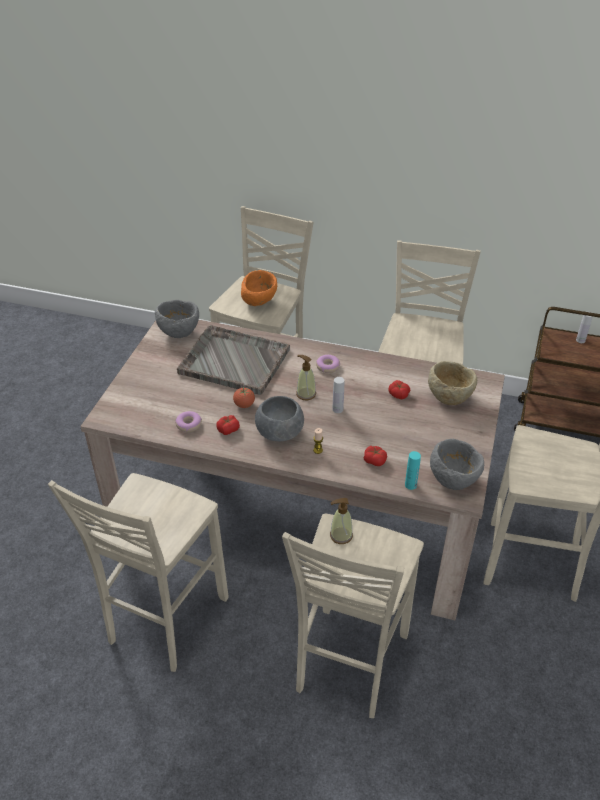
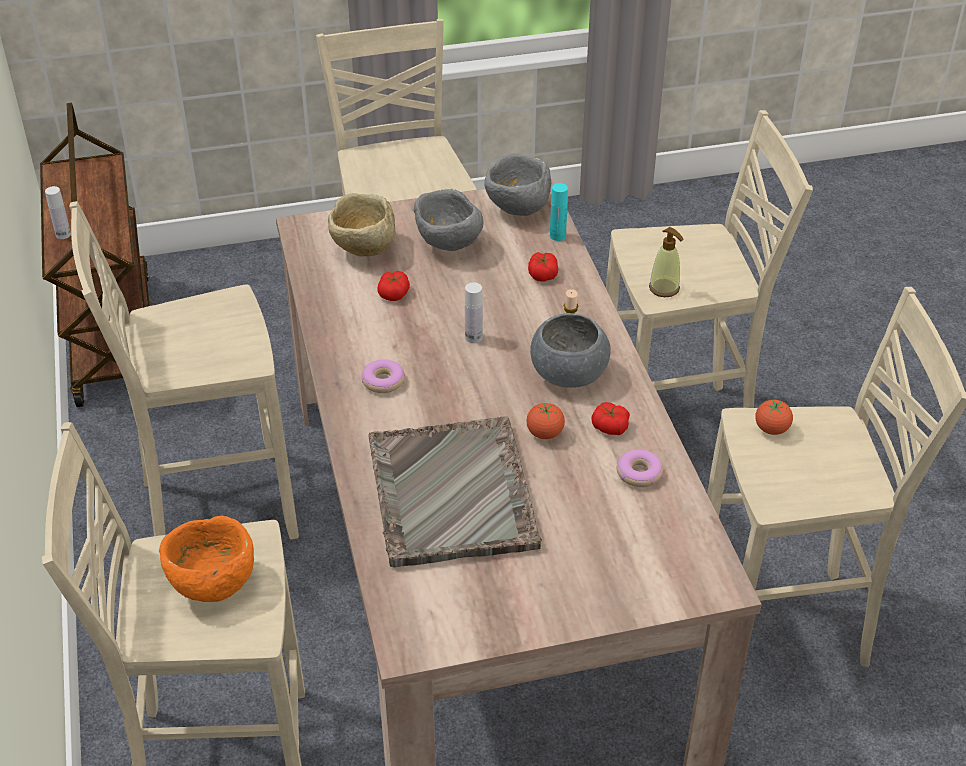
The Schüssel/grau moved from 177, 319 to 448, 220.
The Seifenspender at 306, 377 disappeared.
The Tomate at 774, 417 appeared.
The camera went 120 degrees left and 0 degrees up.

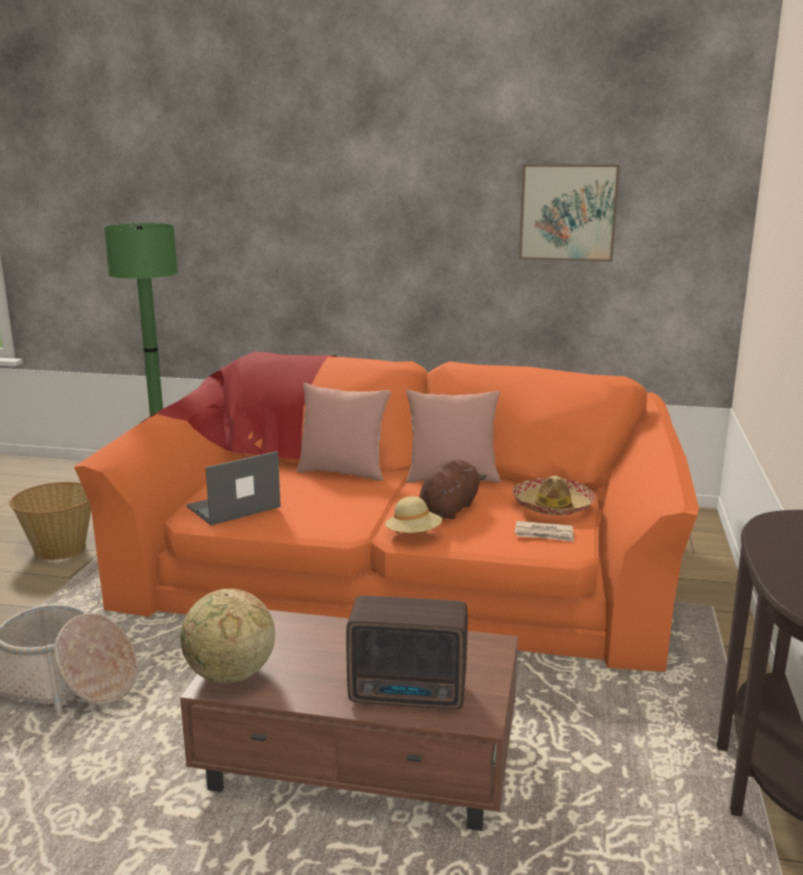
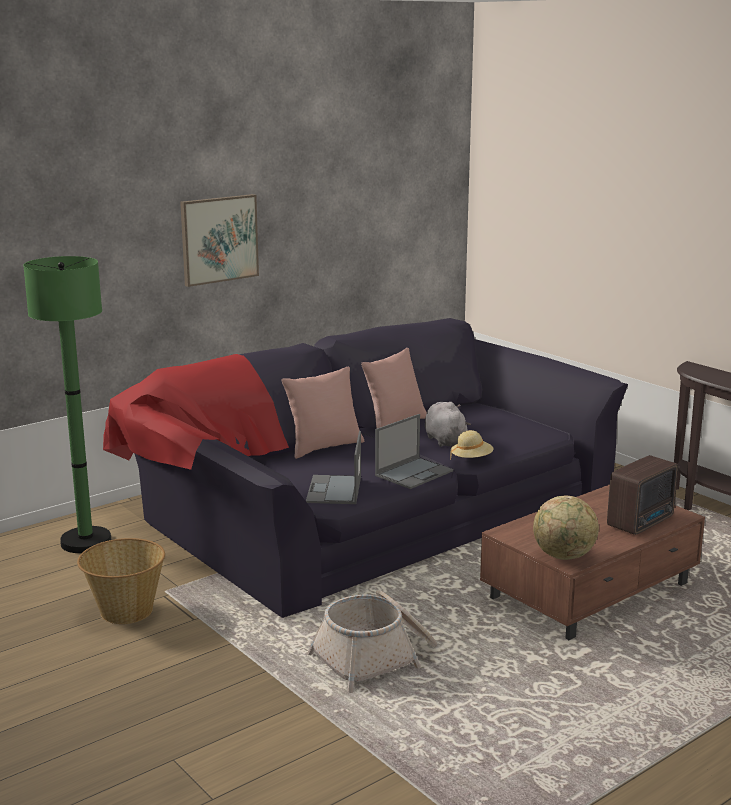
The Bild moved from 569, 213 to 219, 240.
The Sofa/orange at 386, 512 became the Sofa/schwarz at 365, 468.
The Plüschtier/braun at 453, 489 became the Plüschtier/grau at 448, 424.
The Hut at 553, 495 disappeared.
The Zeitung at 544, 531 disappeared.
The Laptop at 414, 451 appeared.
The camera went 50 degrees left and 0 degrees up.

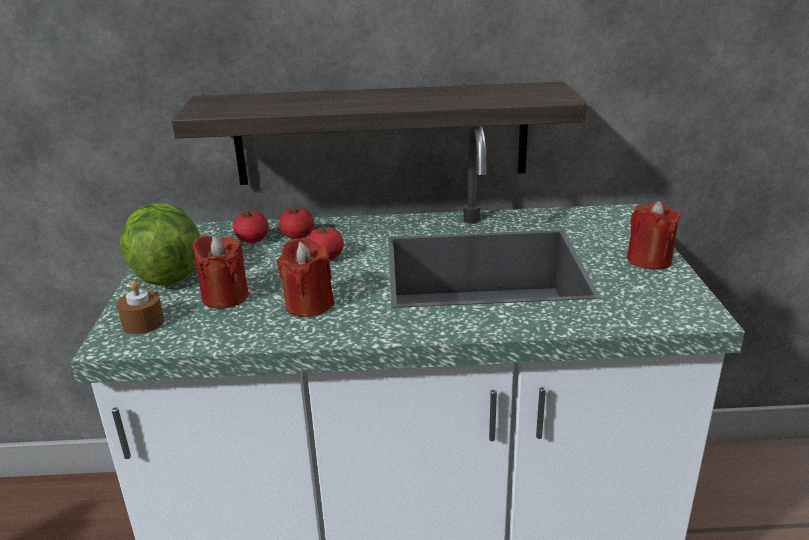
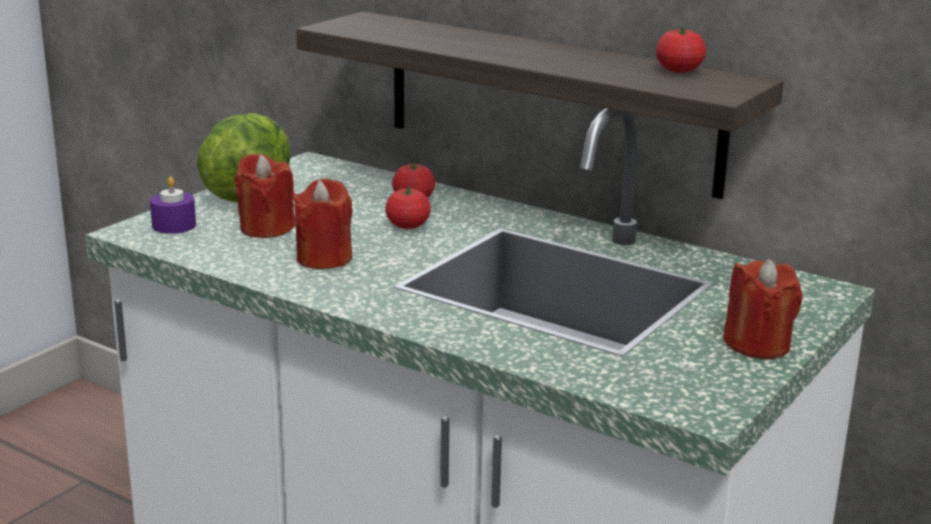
The Tomate moved from 251, 227 to 681, 49.
The Kerze/braun at 140, 307 became the Kerze/lila at 173, 205.
The camera went 35 degrees right and 5 degrees down.

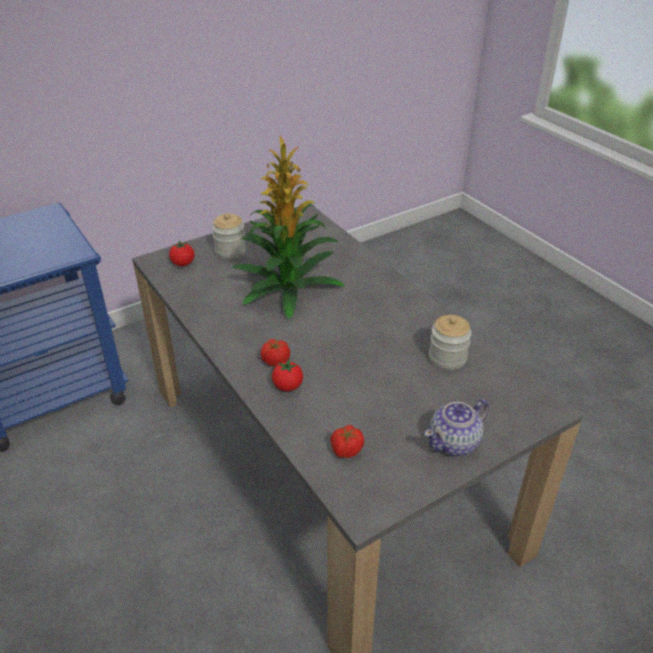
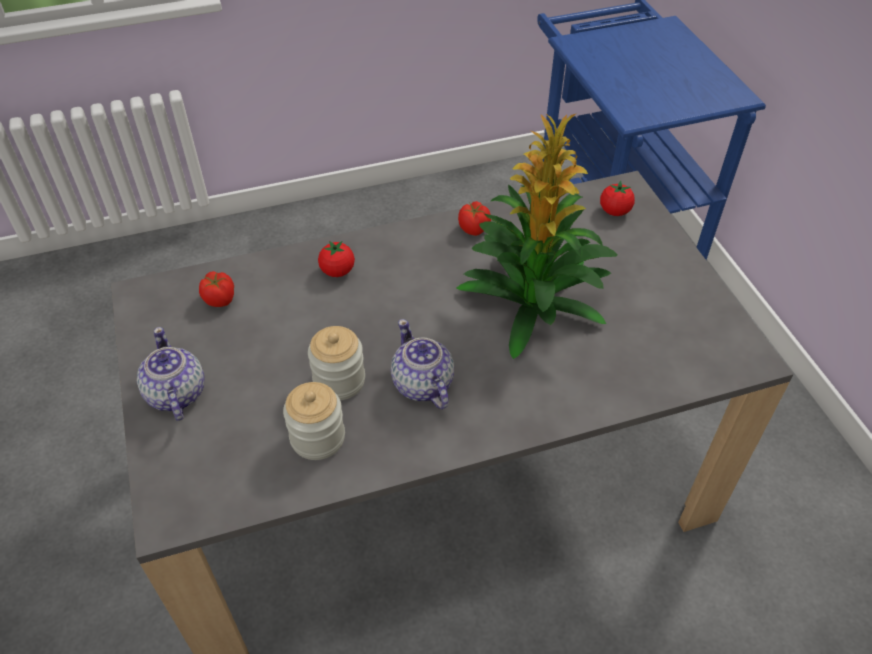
The Vorratsglas moved from 229, 236 to 336, 363.
The Tomate moved from 276, 352 to 474, 218.
The Teekanne at 422, 364 appeared.
The camera went 105 degrees right and 10 degrees up.

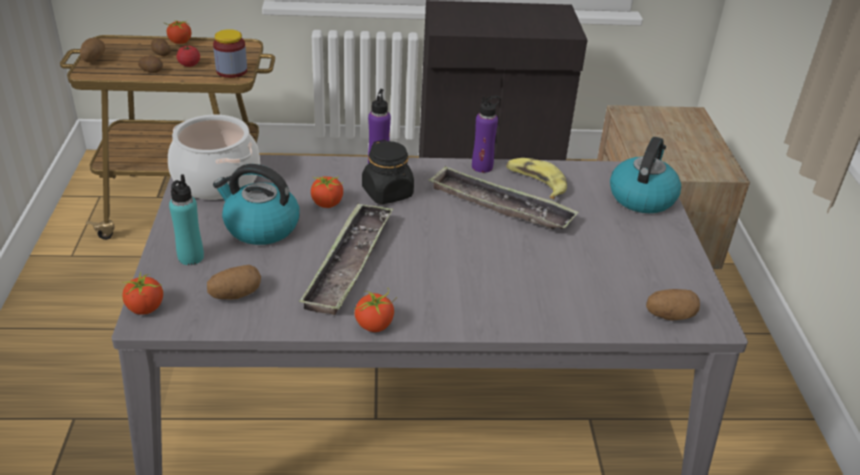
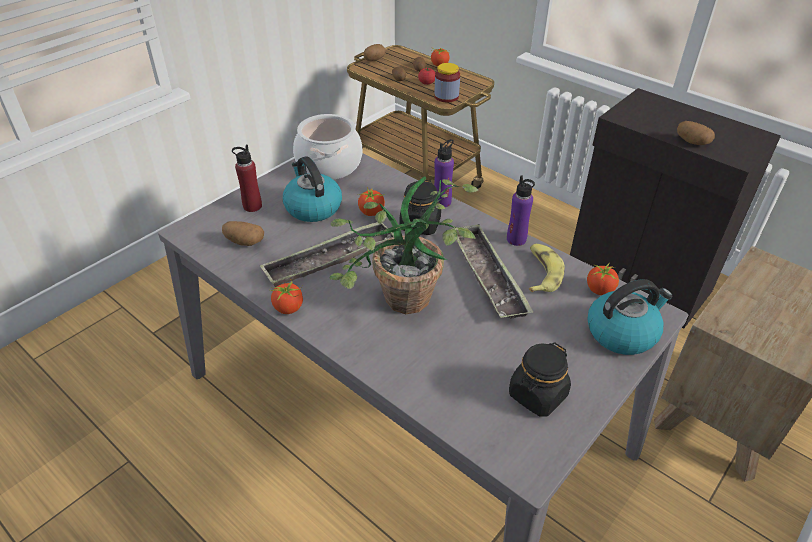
The Flasche/türkis at 186, 219 became the Flasche/rot at 247, 178.
The Tomate moved from 142, 292 to 603, 278.
The Kartoffel moved from 673, 304 to 696, 133.
The Topfpflanze at 403, 245 appeared.
The Vorratsglas/schwarz at 540, 379 appeared.
The camera went 45 degrees right and 5 degrees up.

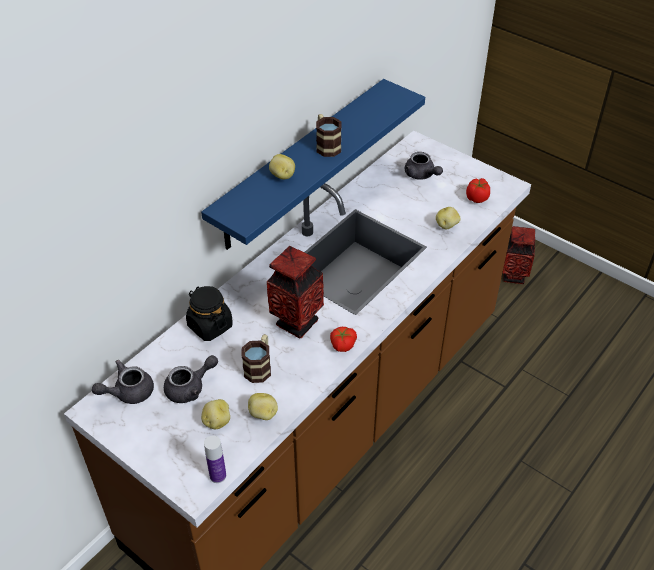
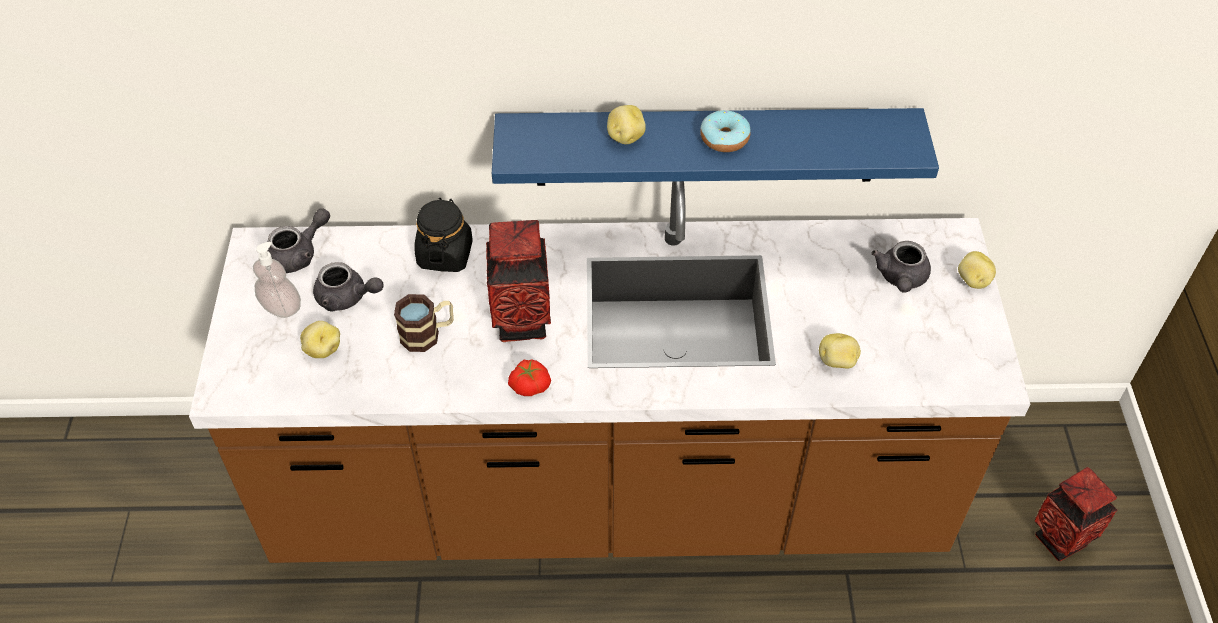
The Henkelbecher at 329, 135 was replaced by the Donut at 725, 131.
The Tomate at 478, 190 disappeared.
The Teekanne/grau at 123, 382 turned 120 degrees clockwise.
The Kartoffel moved from 263, 406 to 977, 270.
The Flasche at 215, 459 disappeared.
The Seifenspender at 277, 280 appeared.
The camera went 50 degrees right and 5 degrees up.

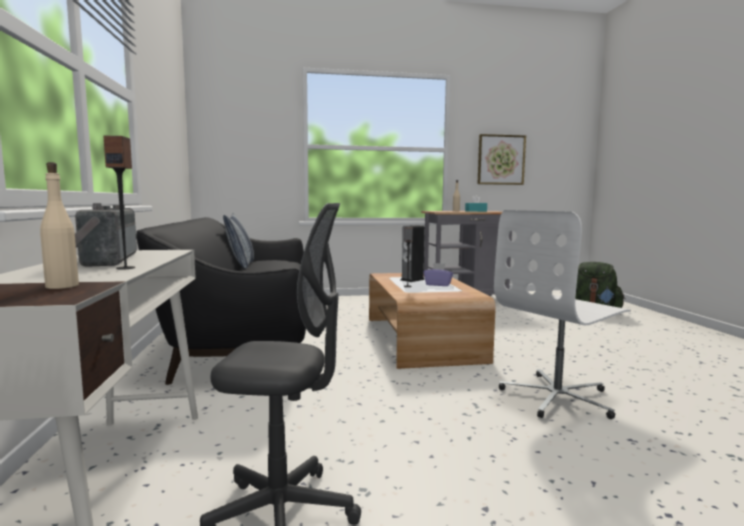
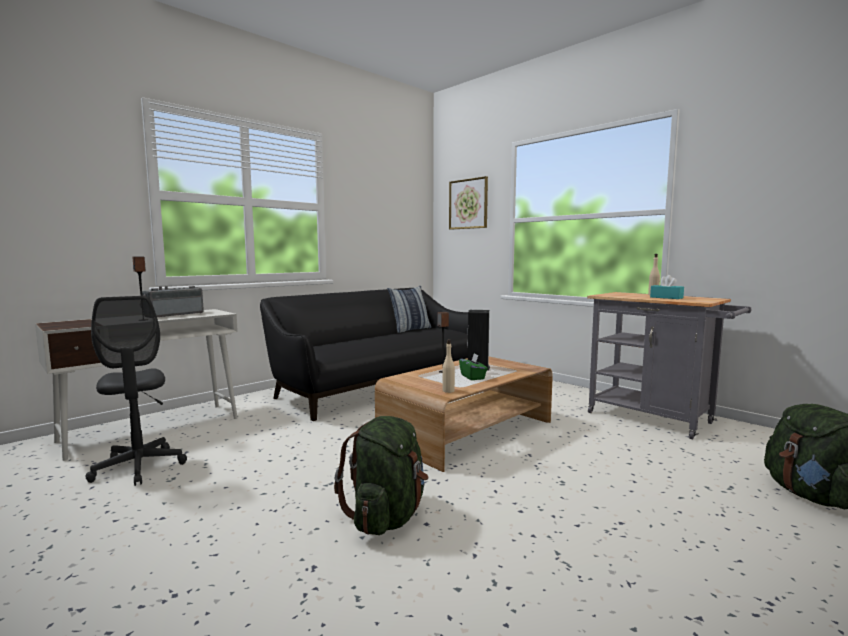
The Bild moved from 501, 159 to 468, 203.
The Flasche/beige moved from 59, 225 to 449, 366.
The Bürostuhl/weiß at 562, 314 was replaced by the Rucksack/grün at 381, 475.
The Taschentuchbox/lila at 438, 274 became the Taschentuchbox/grün at 473, 366.
The camera went 55 degrees right and 0 degrees up.

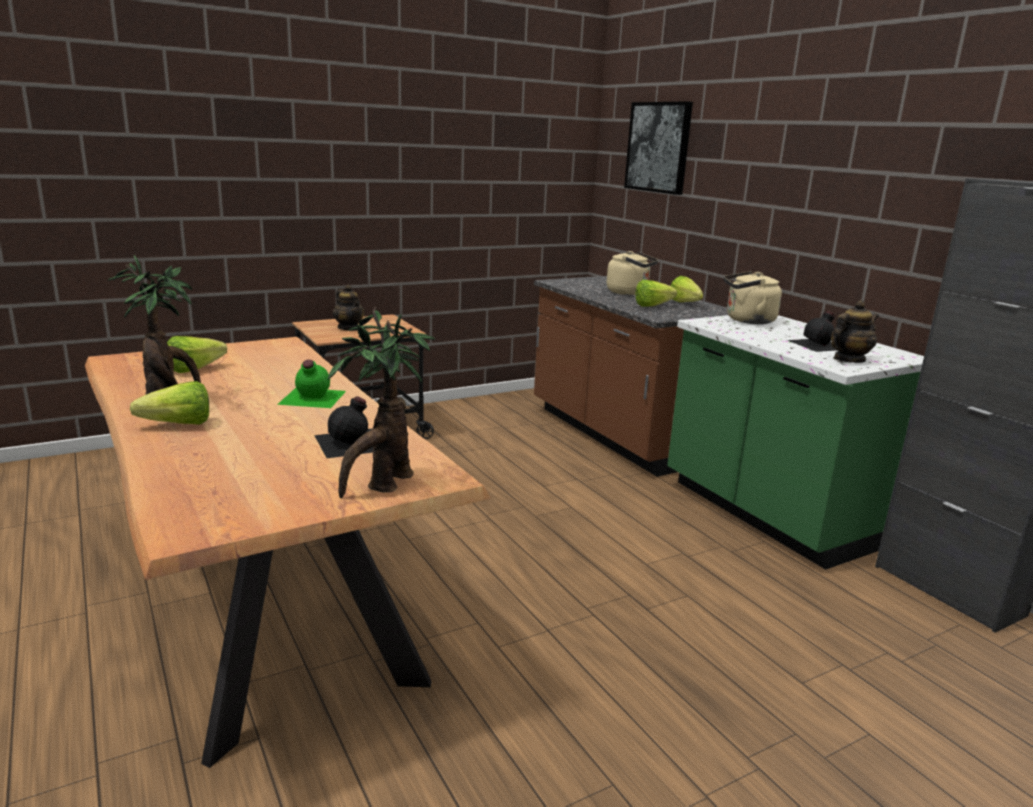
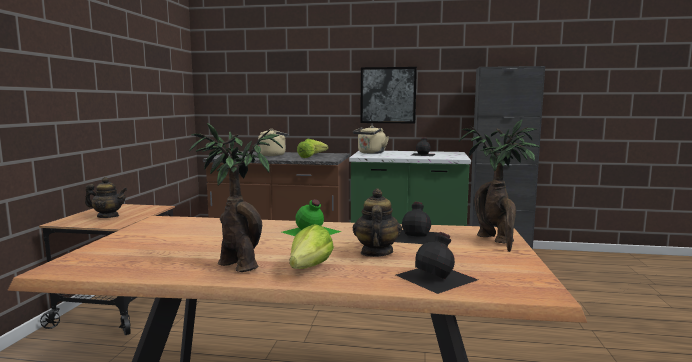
The Bild moved from 658, 148 to 388, 95.
The Teekanne moved from 855, 331 to 377, 222.
The Salatkopf at 197, 354 disappeared.
The Flasche/schwarz at 437, 263 appeared.
The camera went 50 degrees left and 10 degrees down.

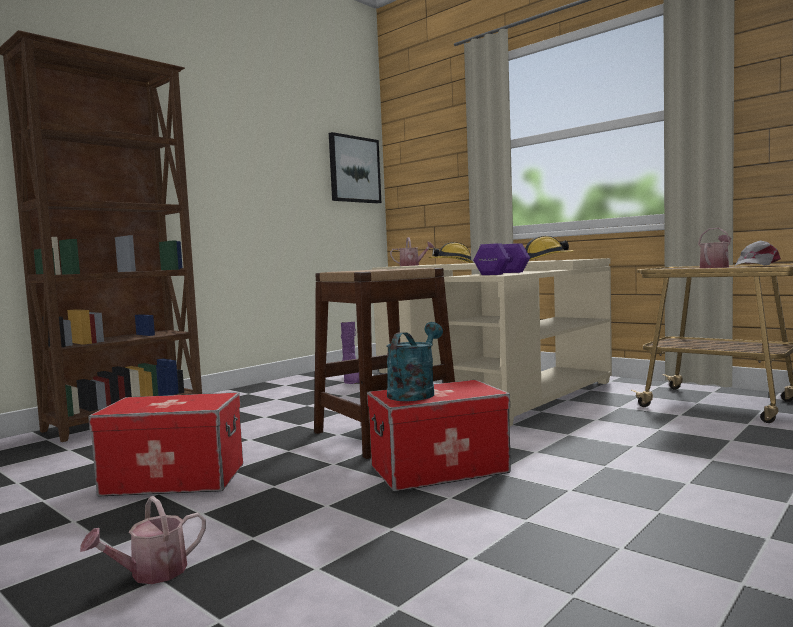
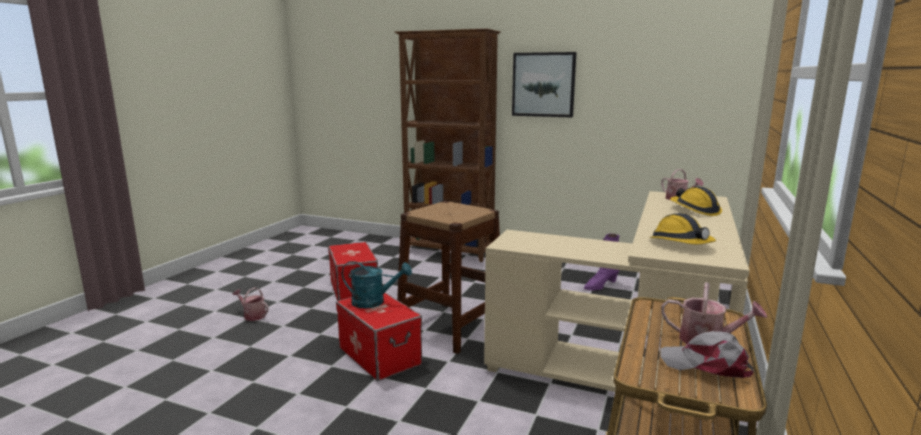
The Bild moved from 355, 167 to 544, 85.
The Hantel/lila at 501, 259 disappeared.
The camera went 70 degrees right and 10 degrees up.

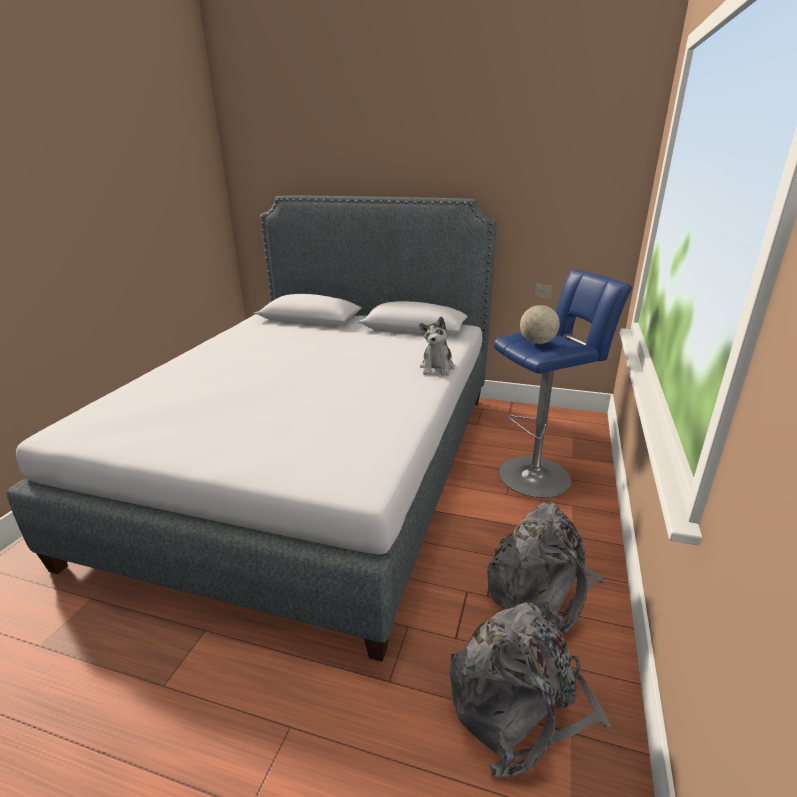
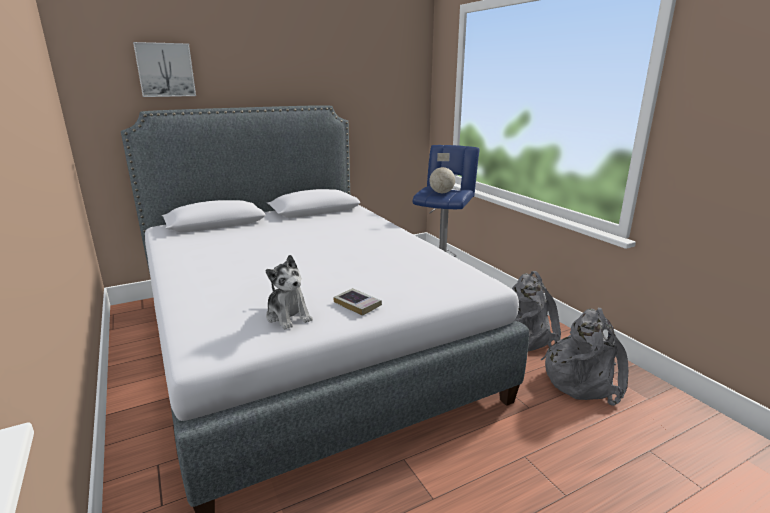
The Plüschtier moved from 437, 346 to 289, 292.
The Bild at 164, 69 appeared.
The Buch at 357, 302 appeared.
The camera went 45 degrees left and 5 degrees down.

